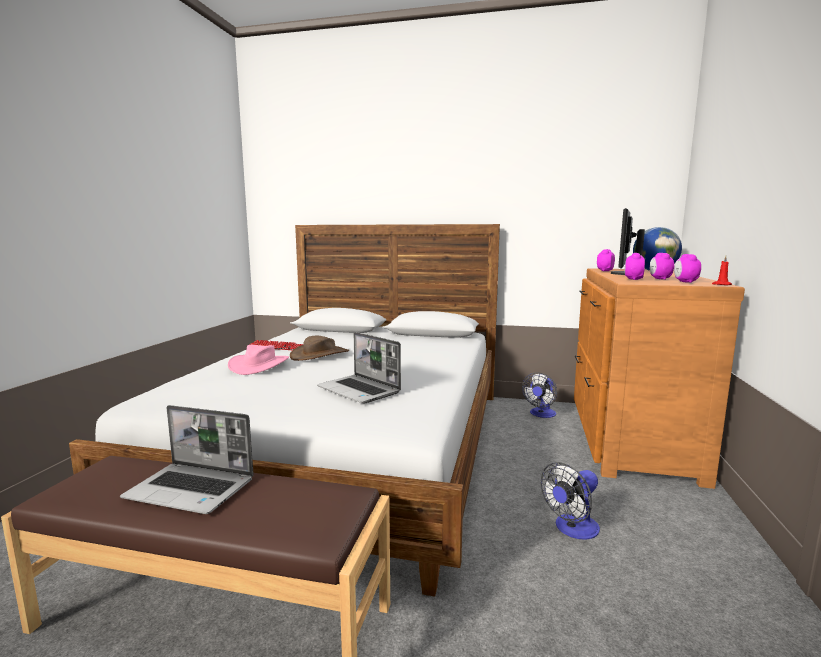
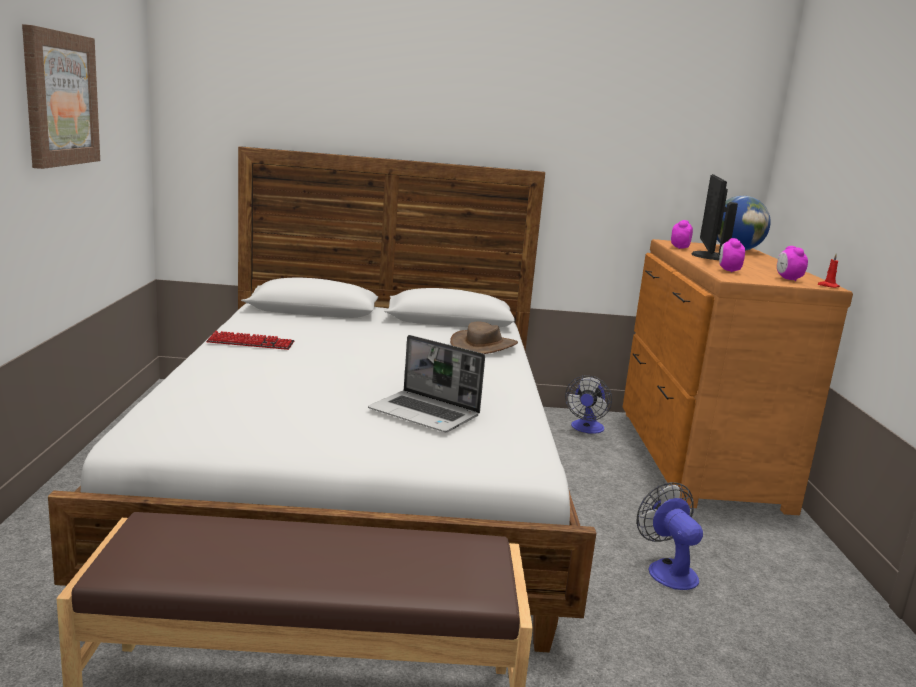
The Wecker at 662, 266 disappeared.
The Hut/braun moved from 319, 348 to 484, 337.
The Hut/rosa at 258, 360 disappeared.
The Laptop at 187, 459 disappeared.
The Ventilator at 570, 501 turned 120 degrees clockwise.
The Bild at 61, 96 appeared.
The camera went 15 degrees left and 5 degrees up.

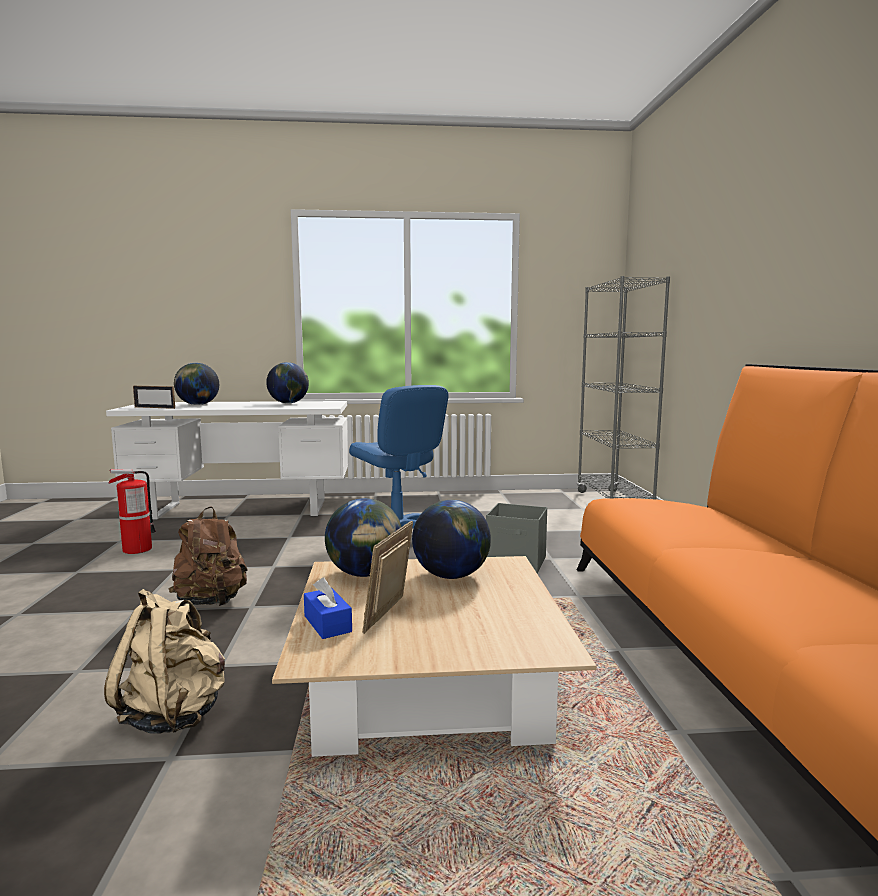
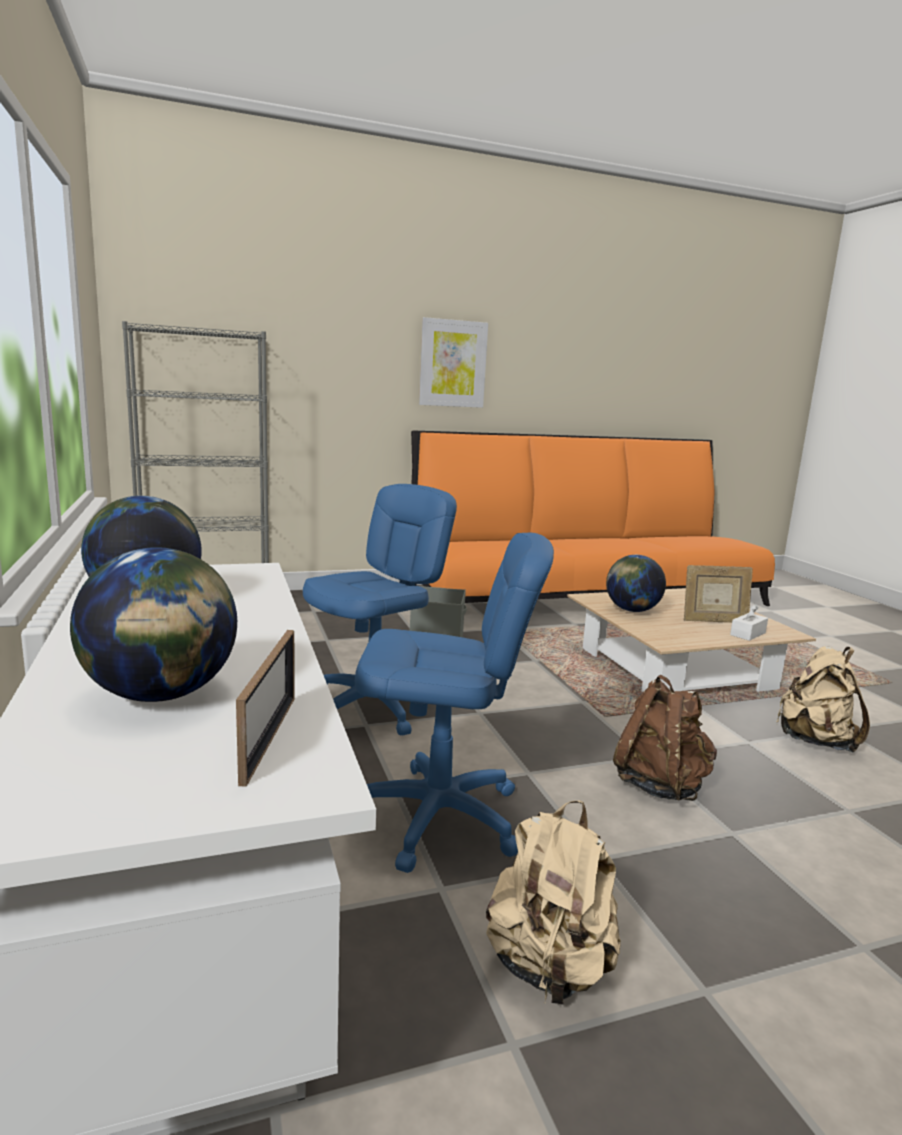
The Feuerlöscher at 132, 511 was replaced by the Rucksack/beige at 553, 903.
The Globus at 363, 537 disappeared.
The Taschentuchbox/blau at 328, 608 became the Taschentuchbox/weiß at 749, 622.
The Bild at 453, 362 appeared.
The Bürostuhl/blau at 454, 703 appeared.
The camera went 105 degrees left and 5 degrees up.

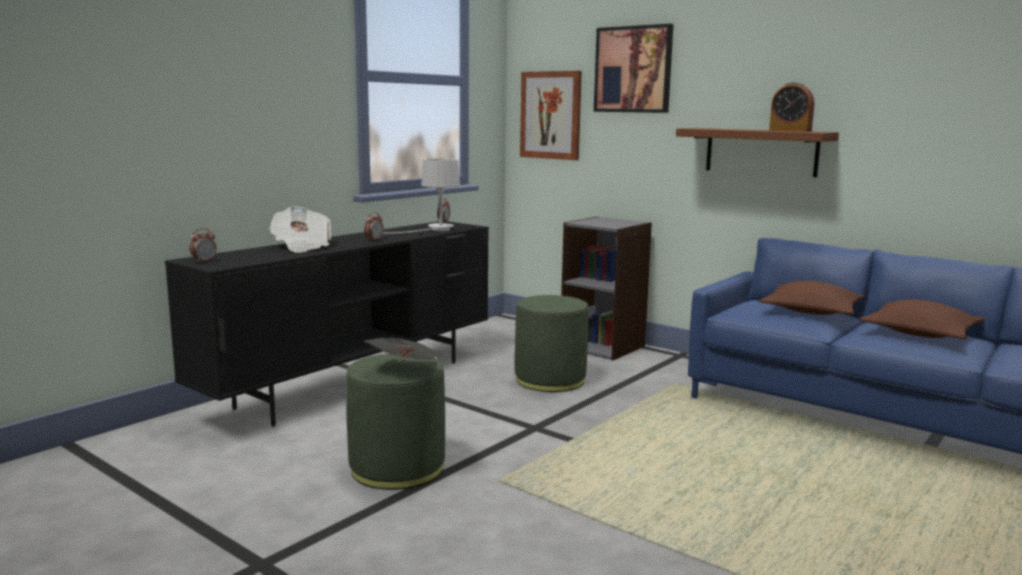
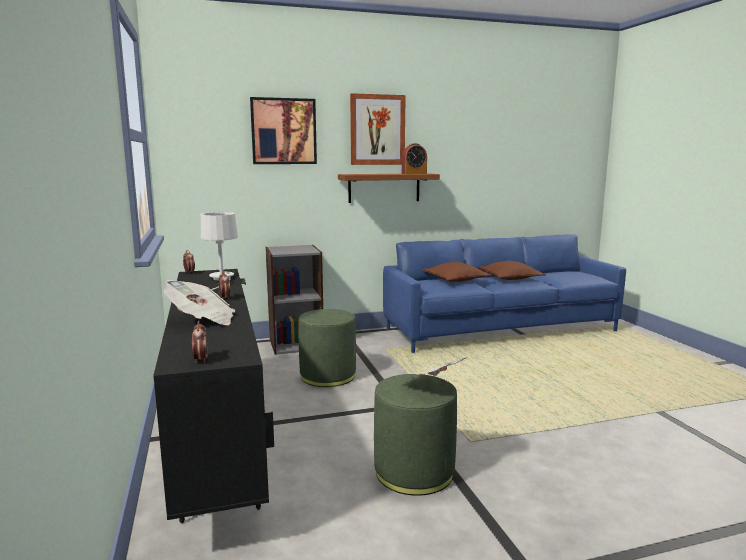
The Bild moved from 551, 115 to 378, 129.
The camera went 55 degrees left and 0 degrees up.

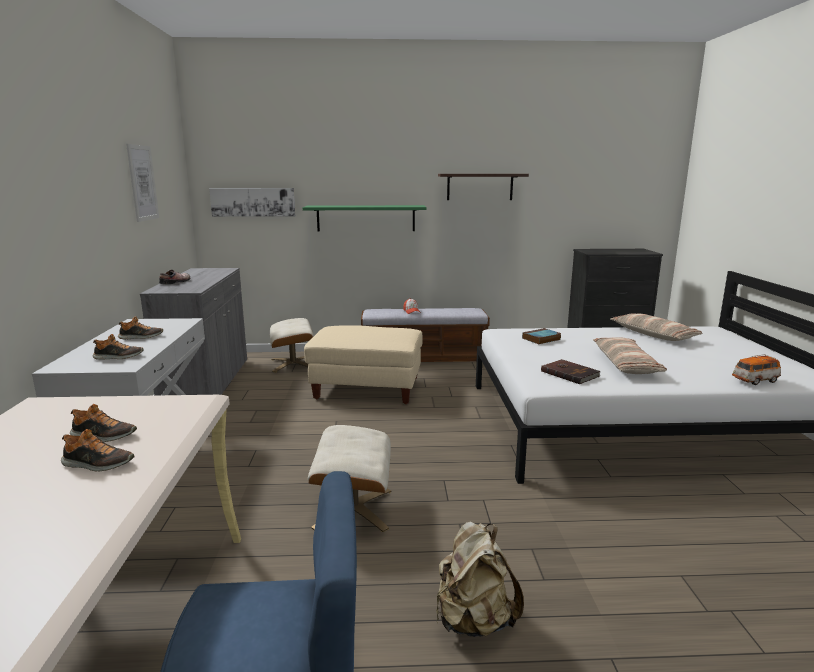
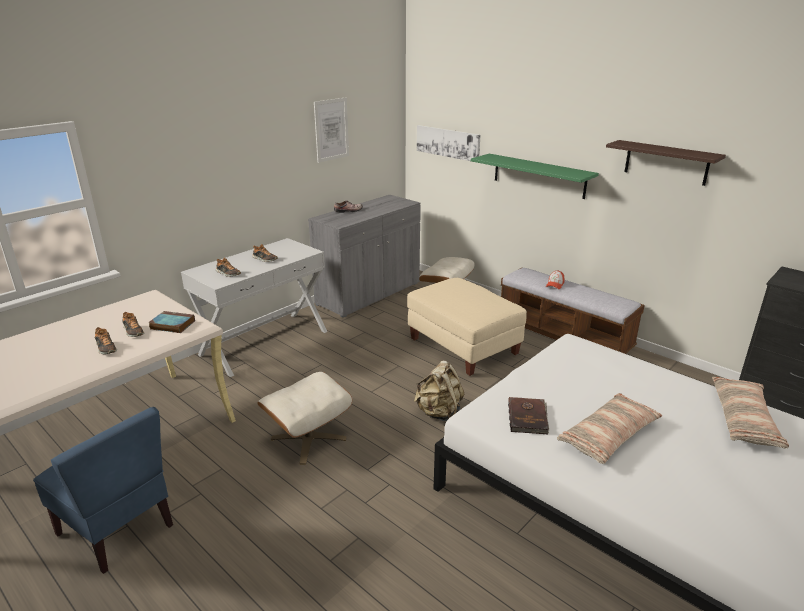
The Buch moved from 541, 336 to 171, 322.
The Spielzeugauto at 756, 369 disappeared.
The Rucksack/beige moved from 480, 579 to 439, 390.
The camera went 45 degrees right and 10 degrees up.

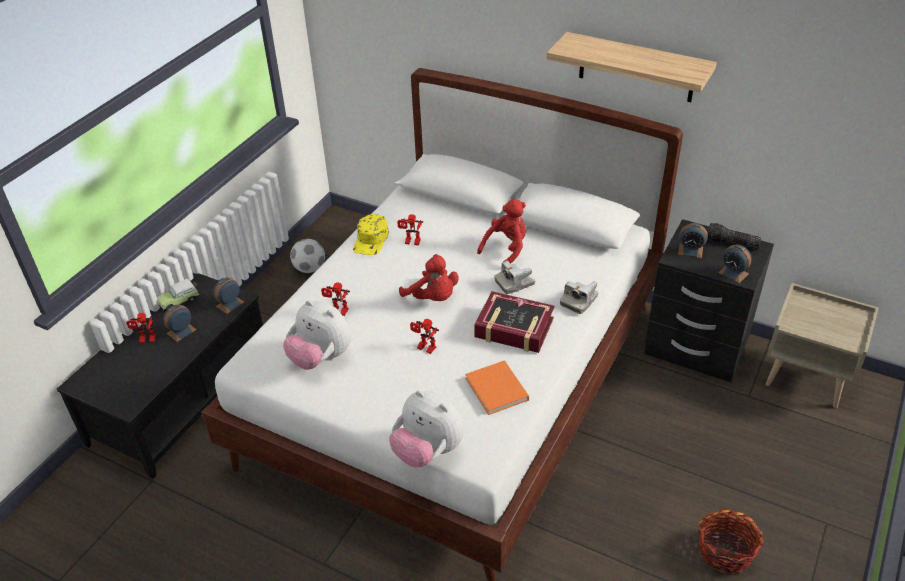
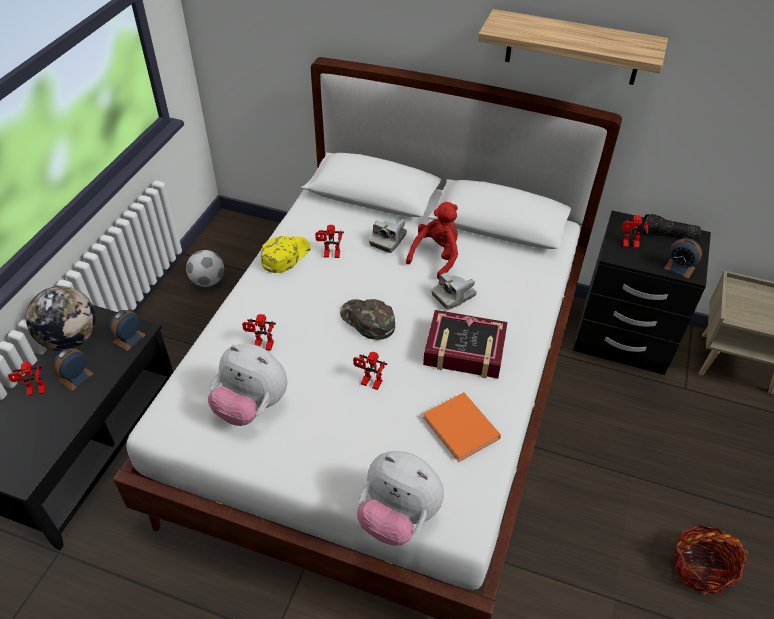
The Kappe/gelb at 371, 234 turned 150 degrees counterclockwise.
The Wecker at 693, 240 was replaced by the Spielzeugroboter at 635, 231.
The Plüschtier/rot at 429, 277 was replaced by the Kappe/grün at 367, 319.
The Spielzeugauto at 178, 294 was replaced by the Globus at 61, 318.
The Kamera moved from 579, 297 to 388, 236.
The camera went 10 degrees left and 5 degrees up.

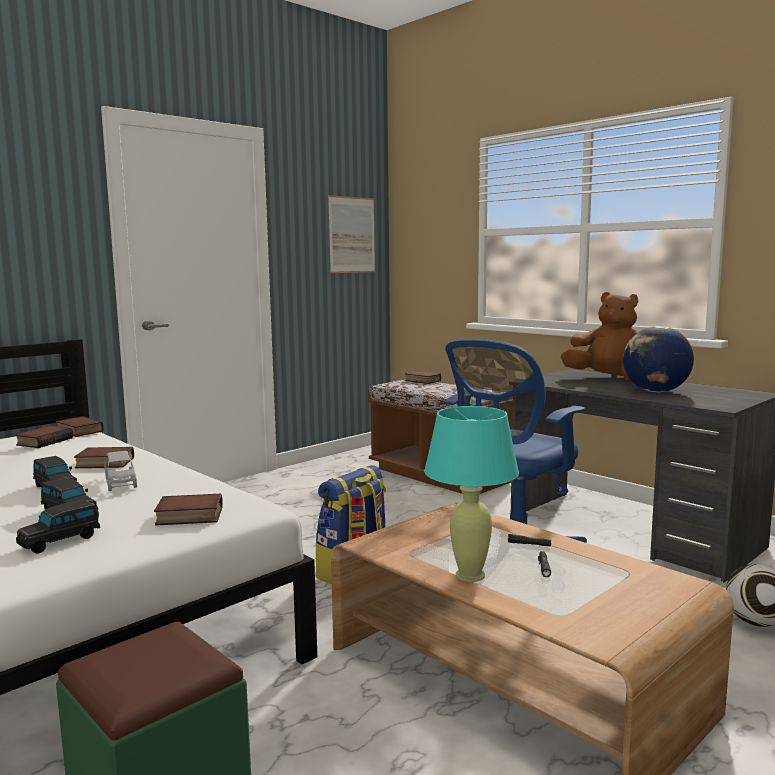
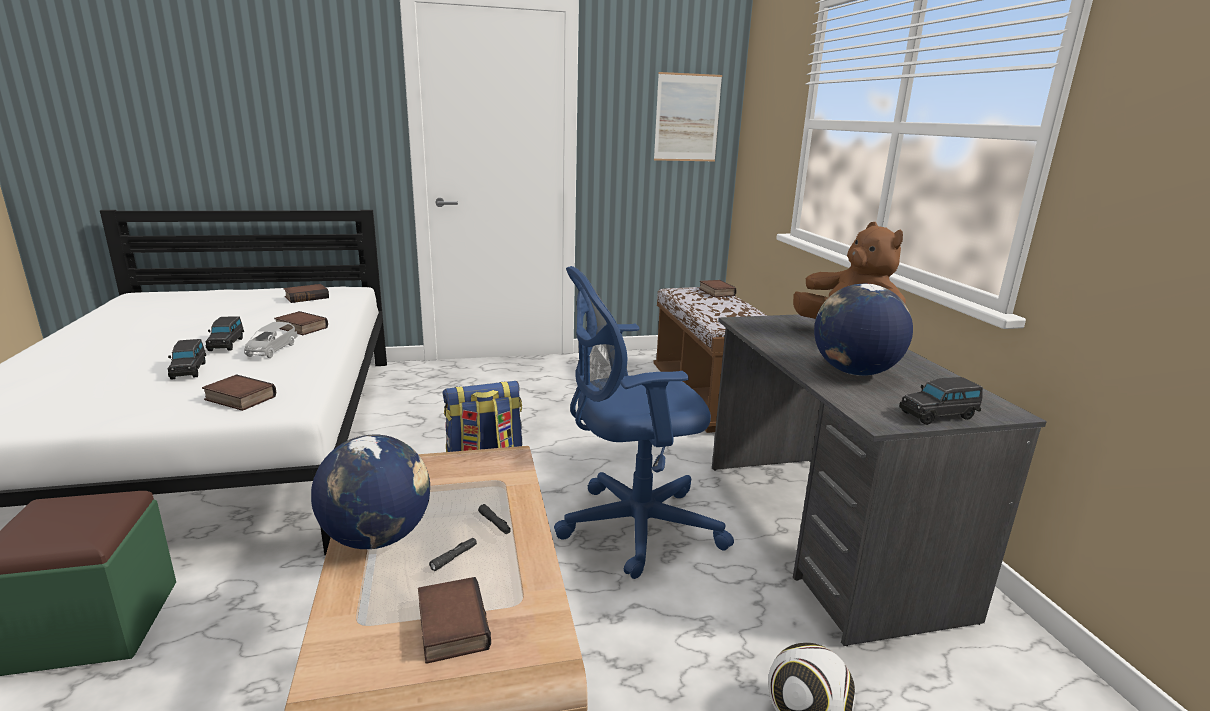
The Tischlampe/türkis at 471, 494 was replaced by the Globus at 370, 491.
The Buch moved from 80, 426 to 454, 620.
The Spielzeugauto/schwarz moved from 58, 526 to 941, 401.
The camera went 30 degrees right and 10 degrees up.

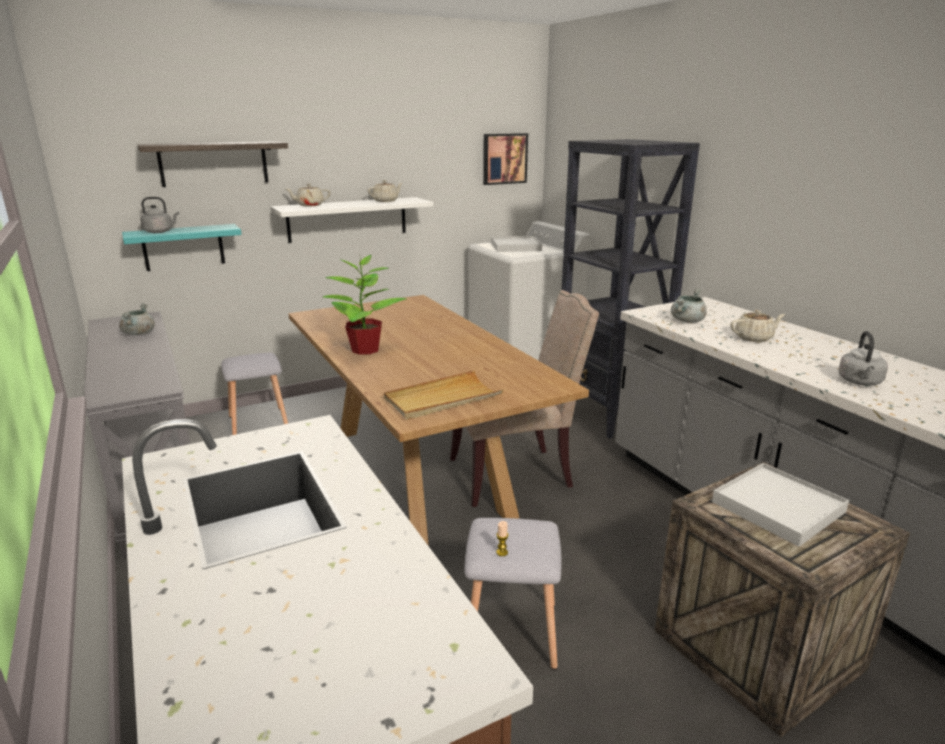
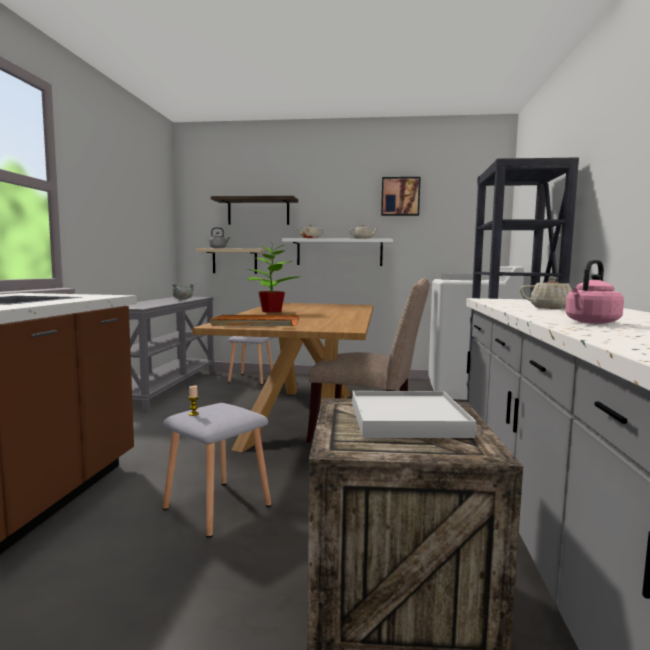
The Bild moved from 505, 159 to 401, 196.
The Wandregal/türkis at 182, 247 became the Wandregal/beige at 231, 261.
The Kochtopf/grau at 689, 305 disappeared.
The Wasserkessel/grau at 863, 358 became the Wasserkessel/rosa at 594, 292.
The Tablett/beige at 443, 395 became the Tablett/orange at 254, 320.
The camera went 35 degrees right and 15 degrees down.

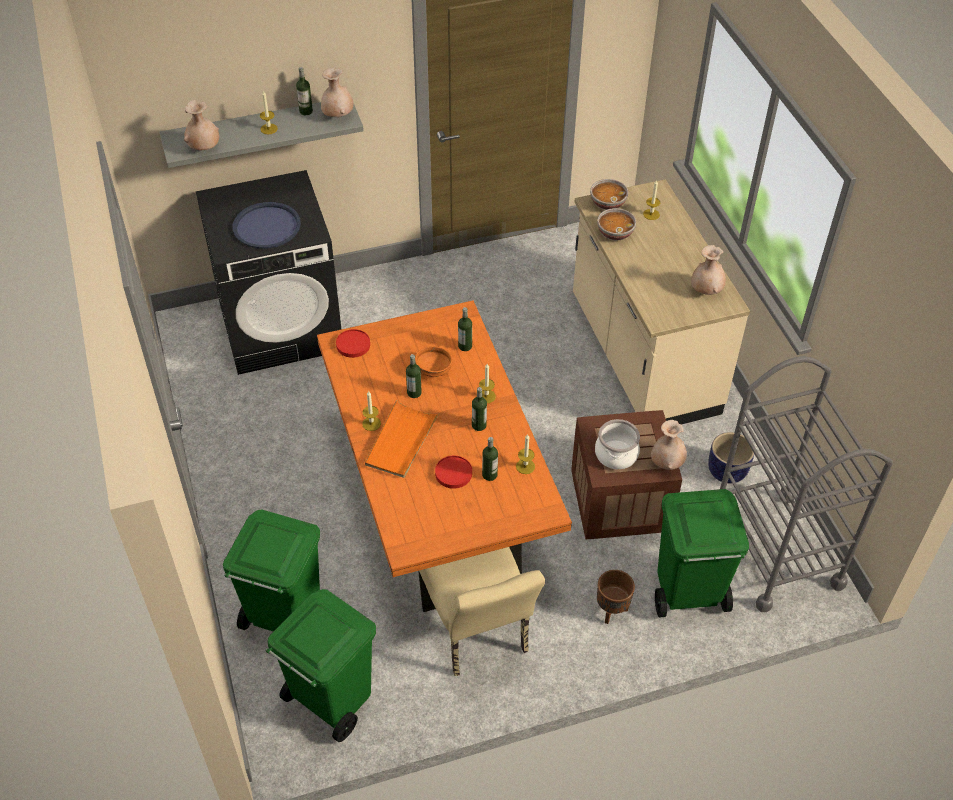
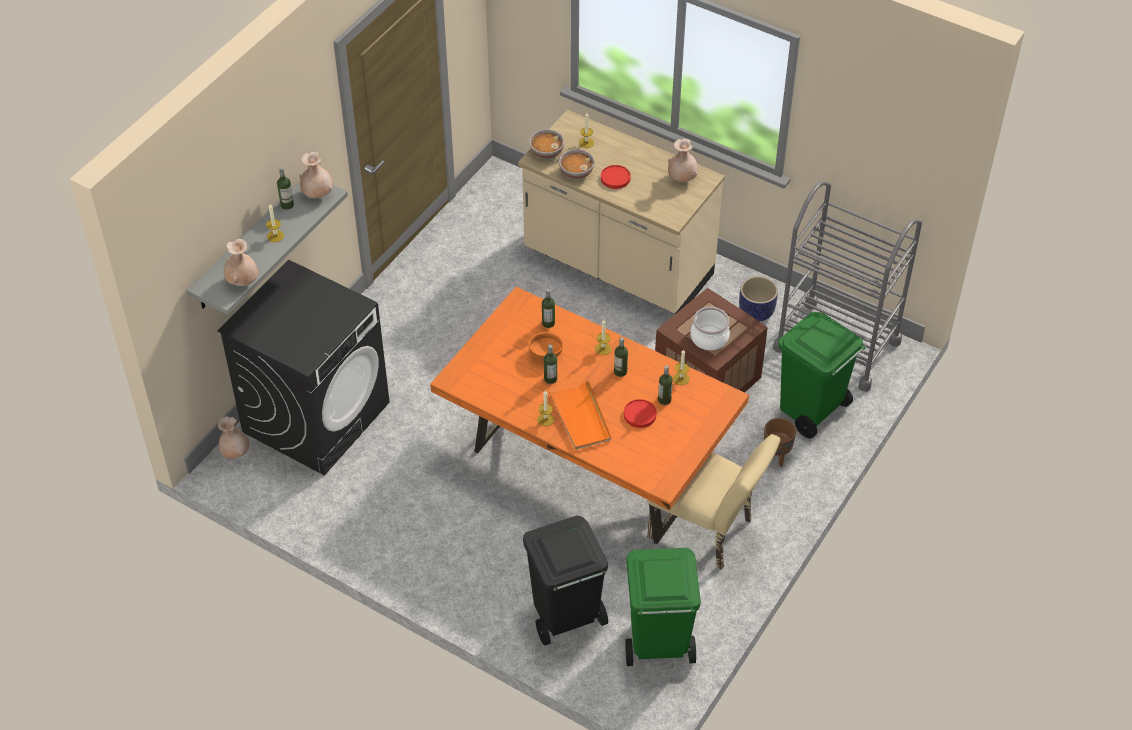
The Tablett/blau at 267, 225 disappeared.
The Teller/rot moved from 353, 343 to 616, 177.
The Vase/beige moved from 669, 445 to 233, 437.
The Mülleimer/grün at 271, 570 became the Mülleimer/schwarz at 565, 581.
The camera went 40 degrees left and 0 degrees up.

